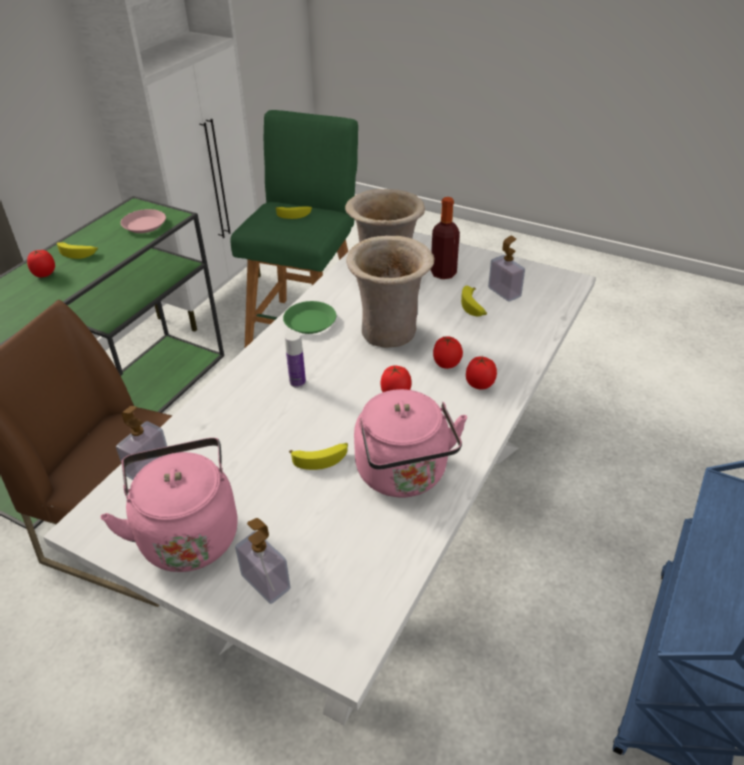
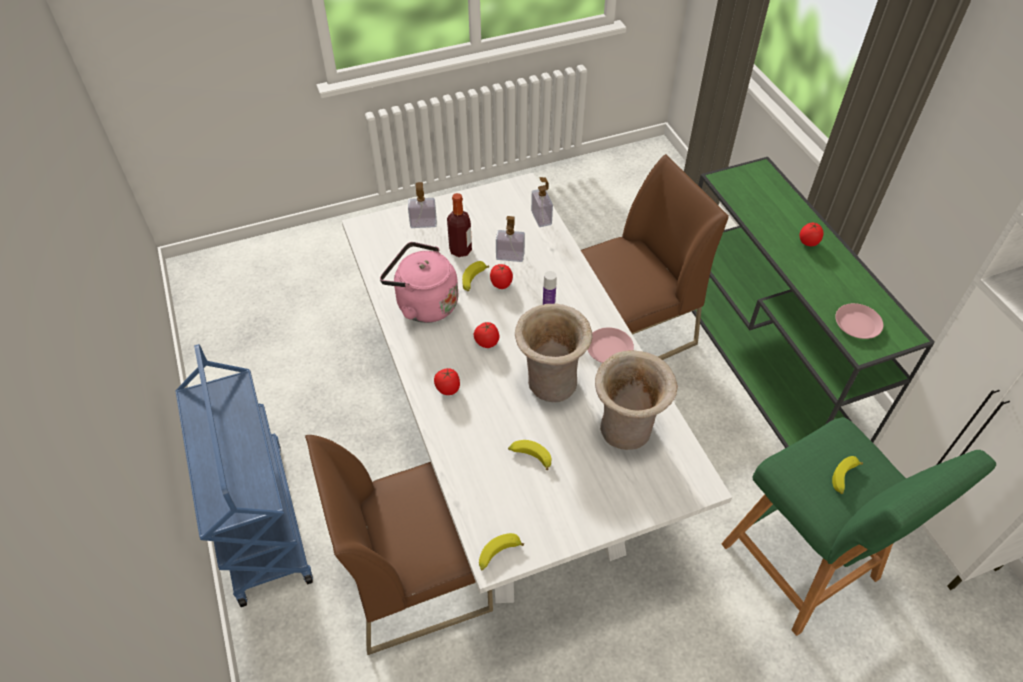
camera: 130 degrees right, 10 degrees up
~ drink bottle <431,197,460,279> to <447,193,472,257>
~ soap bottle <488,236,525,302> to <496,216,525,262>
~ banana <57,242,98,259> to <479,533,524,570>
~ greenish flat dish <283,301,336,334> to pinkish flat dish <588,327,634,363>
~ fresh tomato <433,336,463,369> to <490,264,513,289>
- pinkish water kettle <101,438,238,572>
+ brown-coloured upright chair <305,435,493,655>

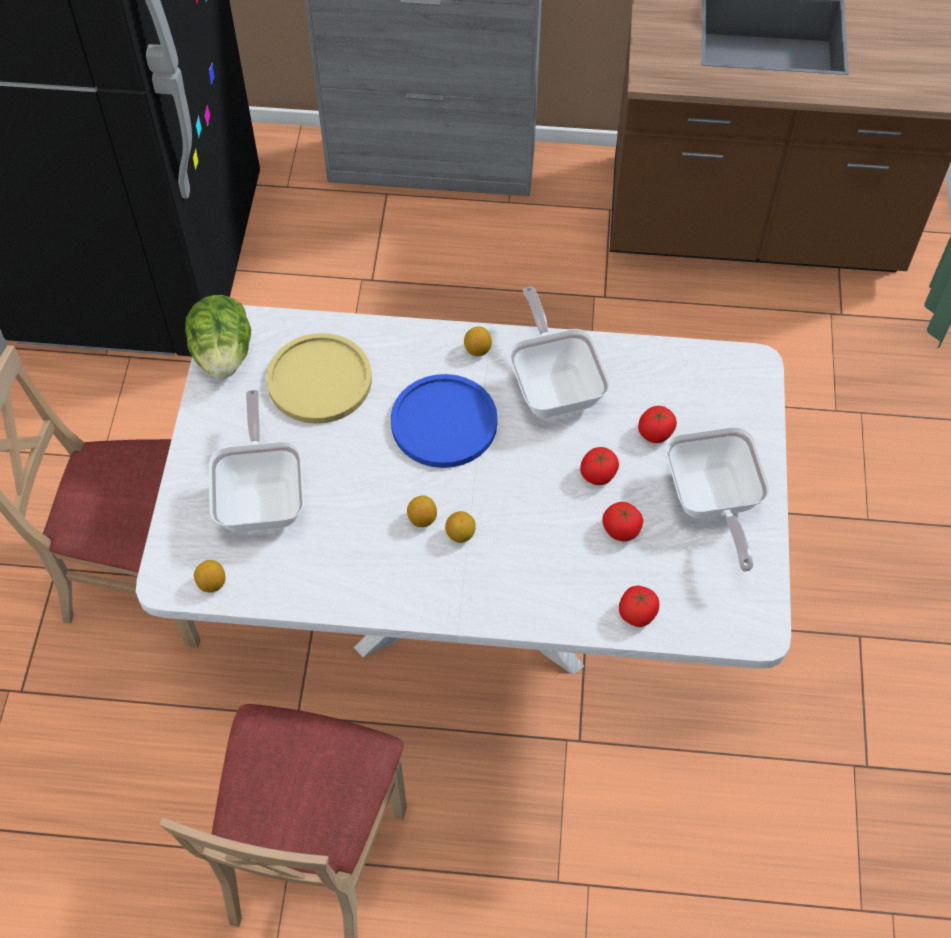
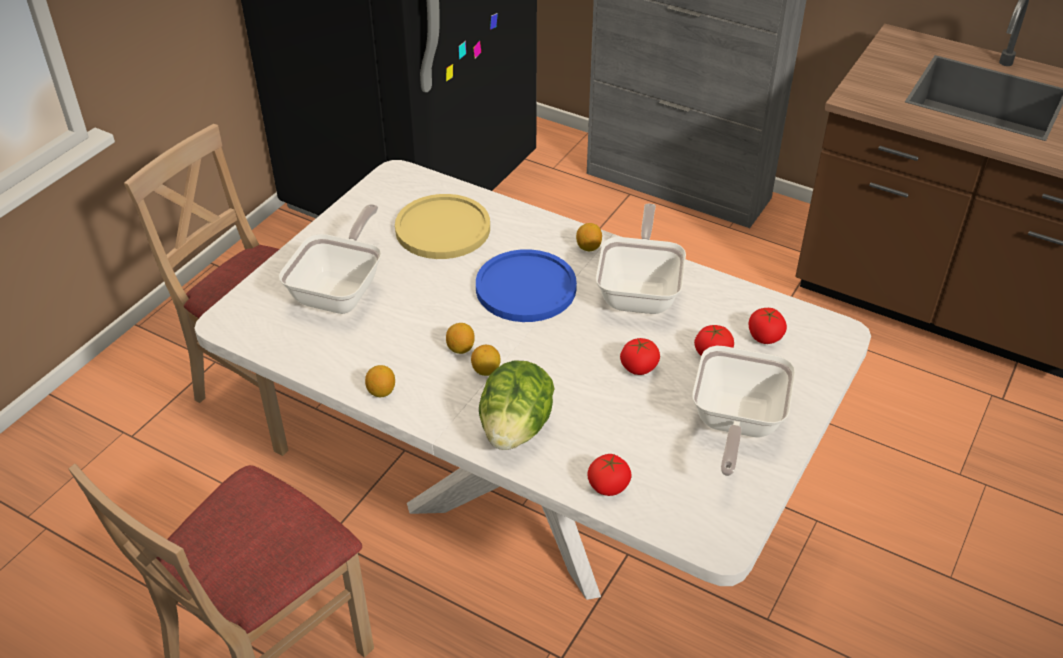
camera: 25 degrees right, 15 degrees down
~ head of lettuce <185,295,251,379> to <479,361,554,450>
~ fresh tomato <602,502,643,542> to <749,308,787,344>
~ citrus fruit <194,560,226,593> to <365,365,395,397>

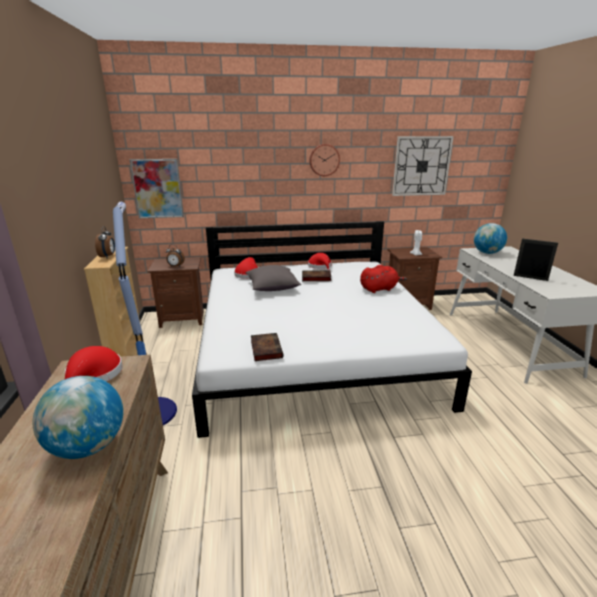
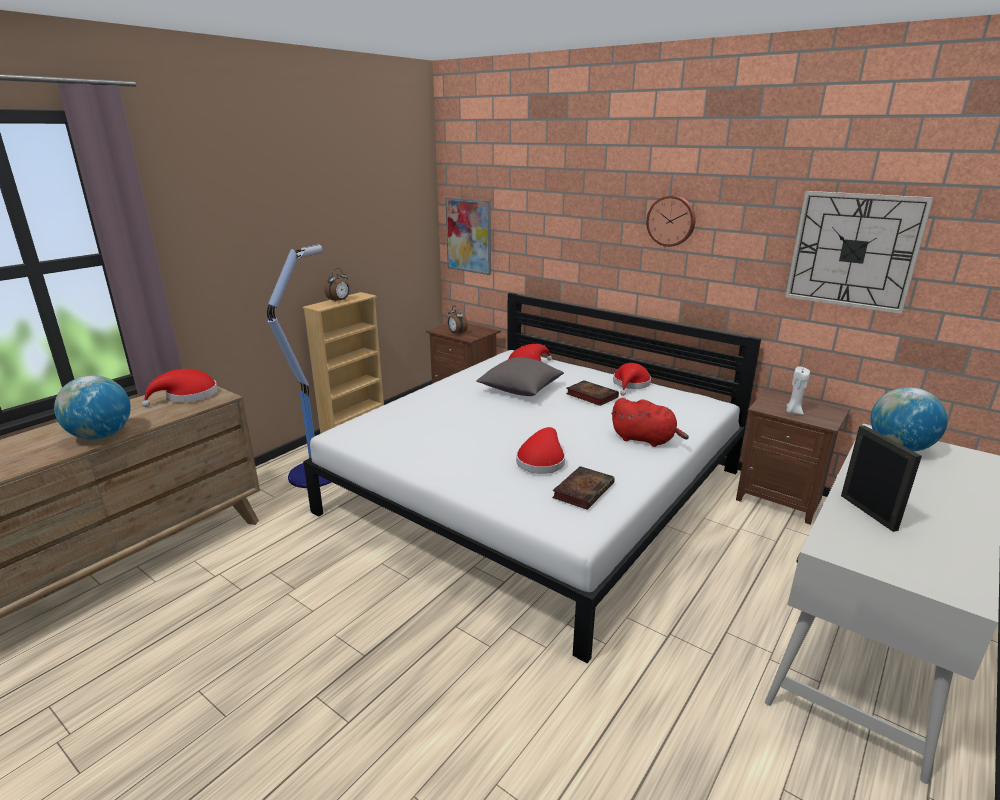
camera: 45 degrees right, 0 degrees up
~ book <251,333,284,361> to <552,466,615,510>
+ red wearable hat <516,427,565,474>

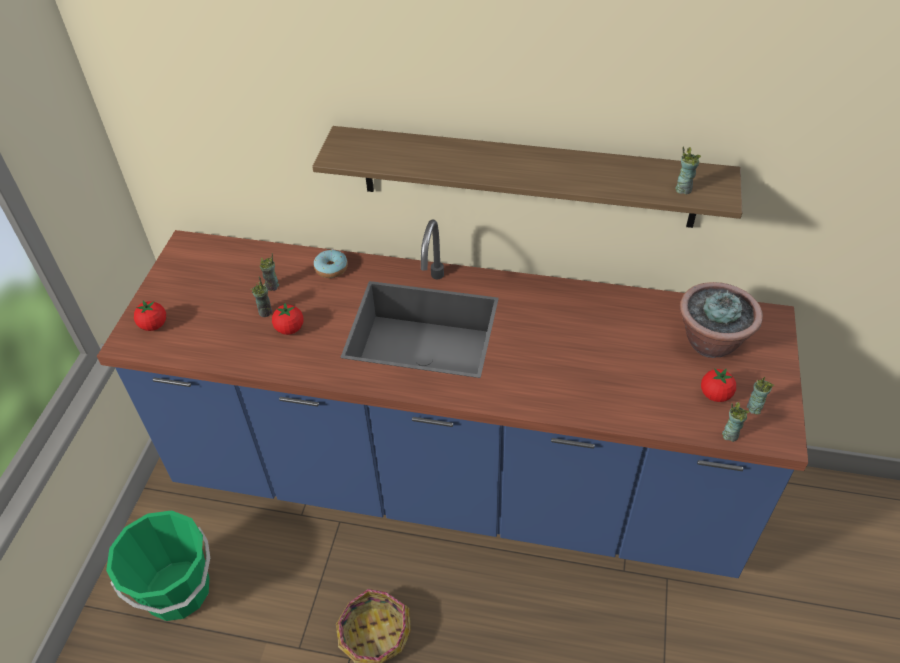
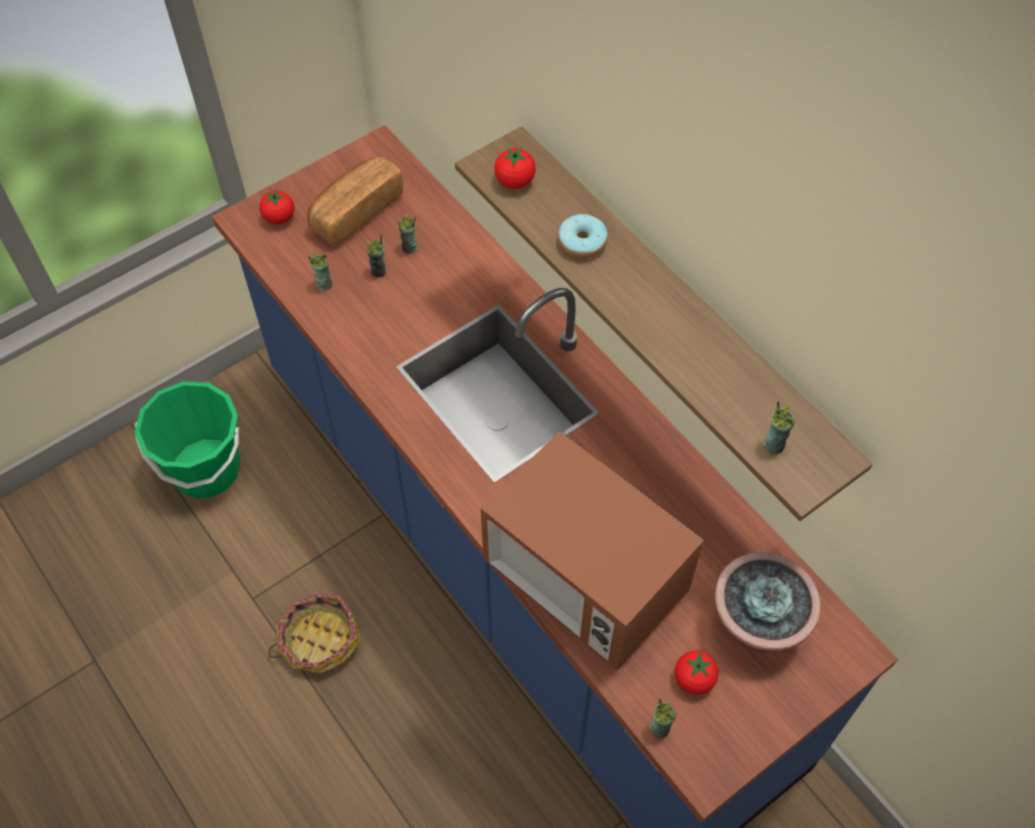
camera: 40 degrees right, 10 degrees up
~ ring doughnut <314,249,348,278> to <558,214,608,258>
~ fresh tomato <272,303,303,335> to <494,147,536,189>
~ drinking cup <747,377,775,414> to <308,251,332,291>
+ baked bread <307,157,403,246>
+ kitchen microwave <481,431,704,671>

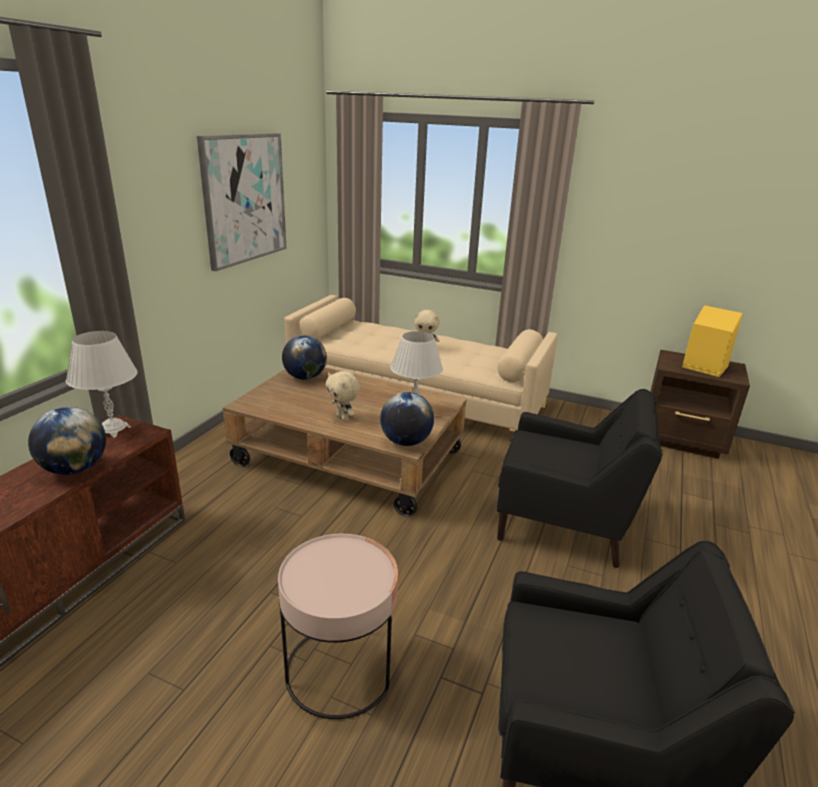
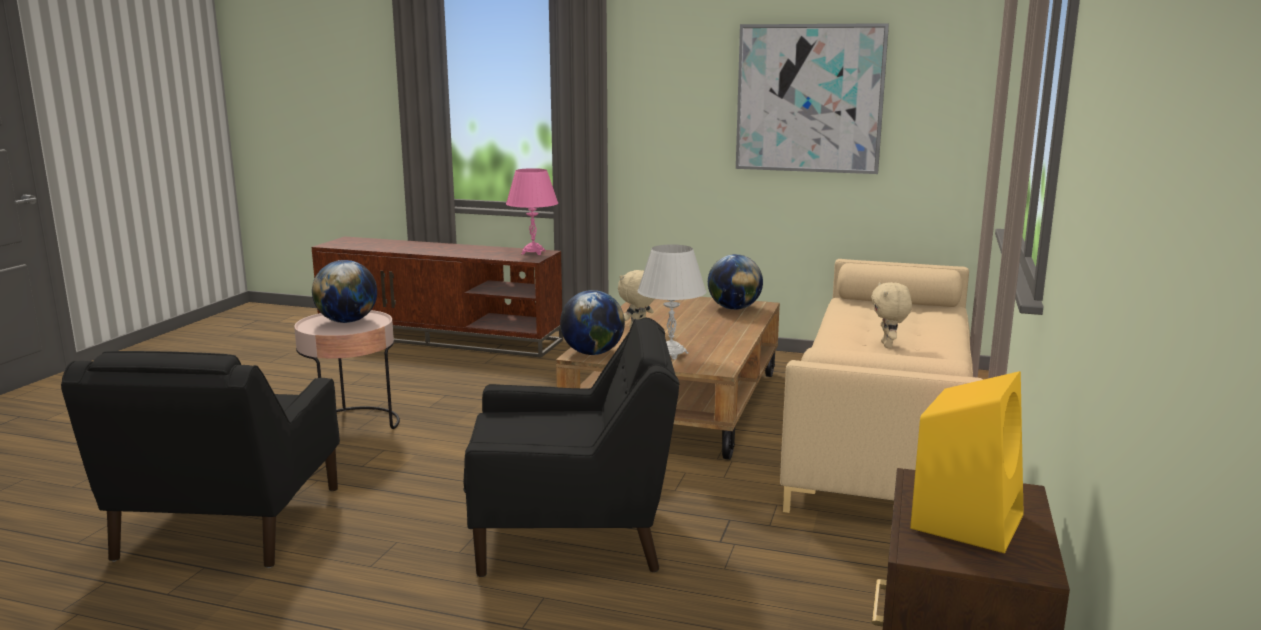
camera: 85 degrees right, 10 degrees down
~ white lamp for a table <66,331,138,438> to pinkish lamp for a table <506,168,558,255>
~ black-coloured easy chair <497,389,663,568> = <463,318,679,577> 105 degrees counterclockwise
~ world globe <28,407,106,475> to <312,260,377,323>

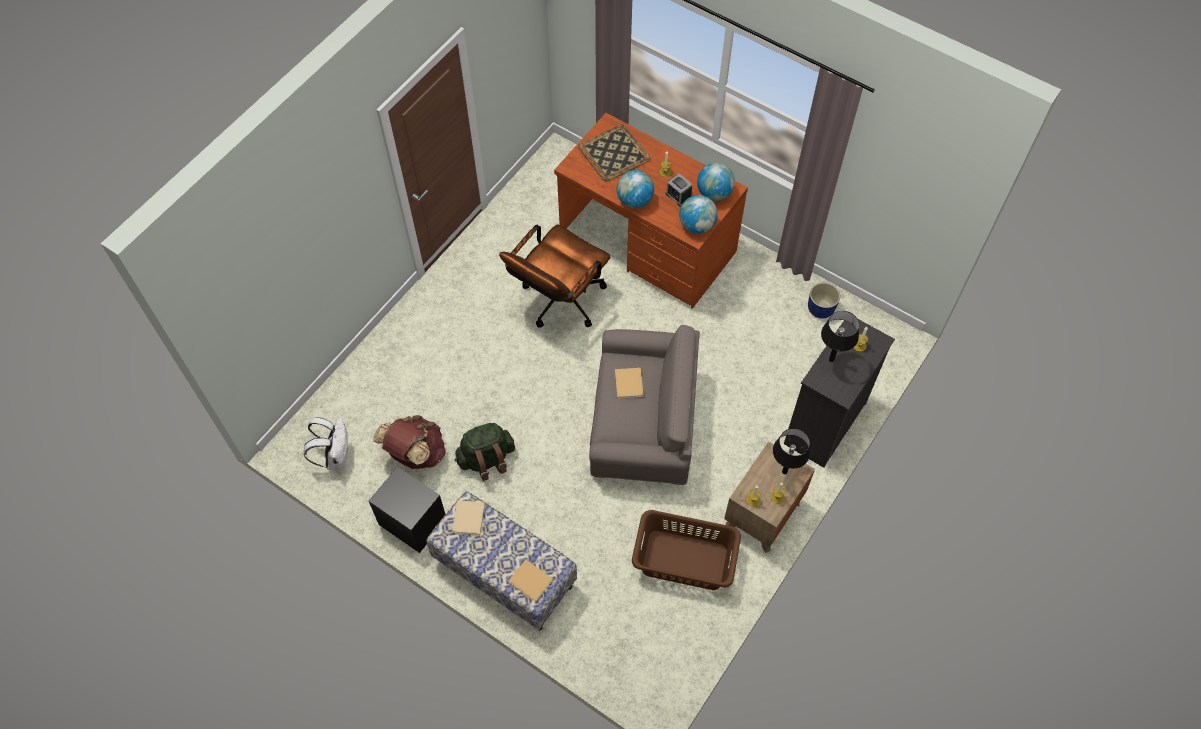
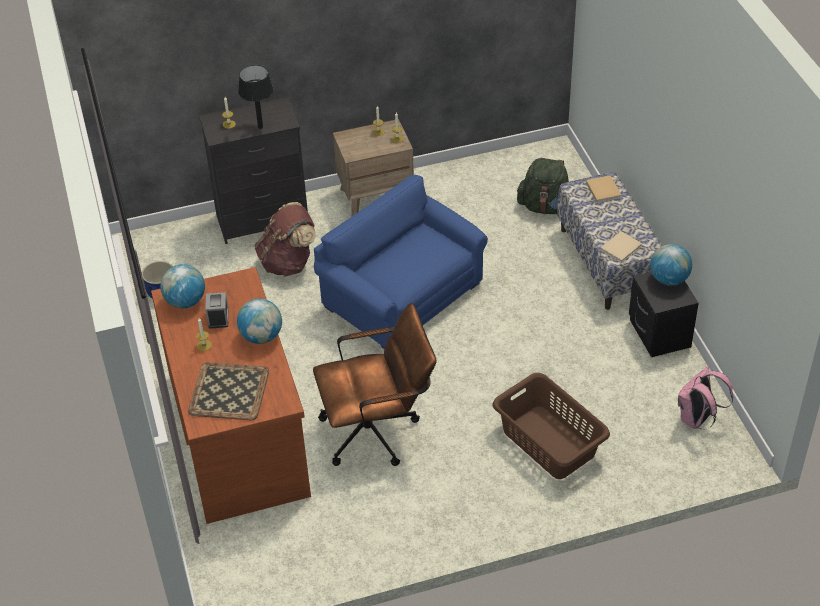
camera: 140 degrees left, 15 degrees down
~ world globe <679,195,718,234> to <650,244,692,286>
~ gray easy chair <589,325,700,485> to bluish easy chair <314,175,488,349>
- beige-coloured book <615,368,643,399>
~ brown-coloured knapsack <373,415,446,469> to <255,202,316,276>
~ white knapsack <304,417,348,470> to pinkish knapsack <678,366,733,429>
~ greenish knapsack <454,423,515,481> to <517,158,569,214>
- black-coloured lamp for a table <773,428,810,474>
~ brown-coloured laundry basket <632,510,741,590> to <492,373,610,479>

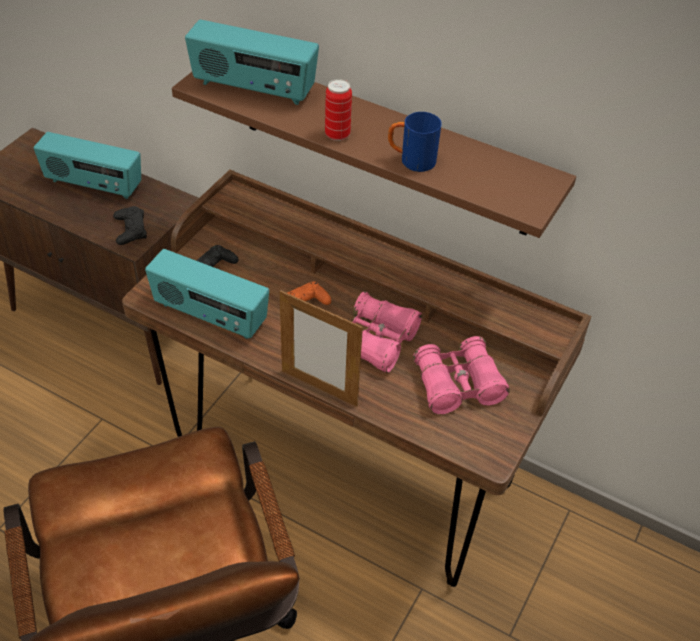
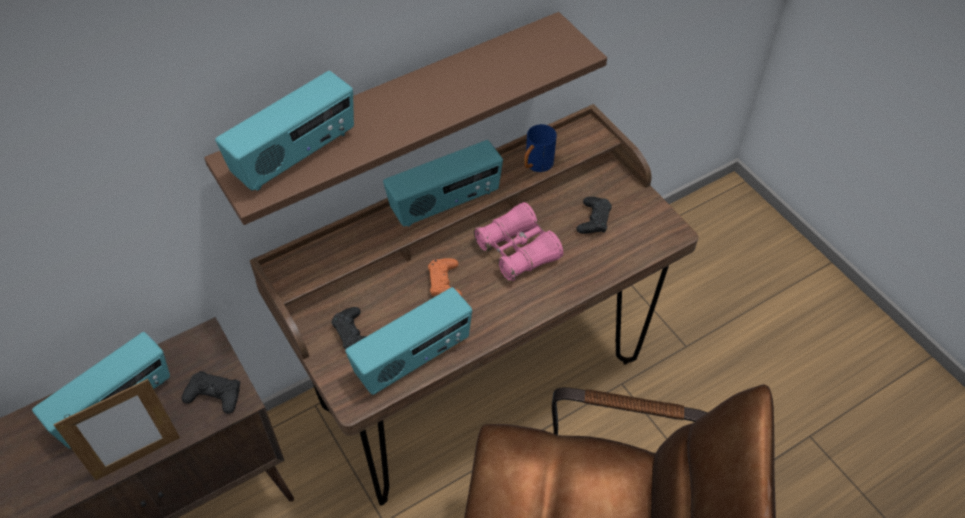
camera: 60 degrees left, 5 degrees up
- sealed can <325,79,352,141>
~ bluish coffee mug <388,112,442,172> to <524,124,557,172>
~ photo frame <280,290,363,407> to <53,379,180,480>
~ pinkish pair of binoculars <413,336,510,414> to black-coloured gamepad <576,197,612,234>
+ radio receiver <383,140,503,227>

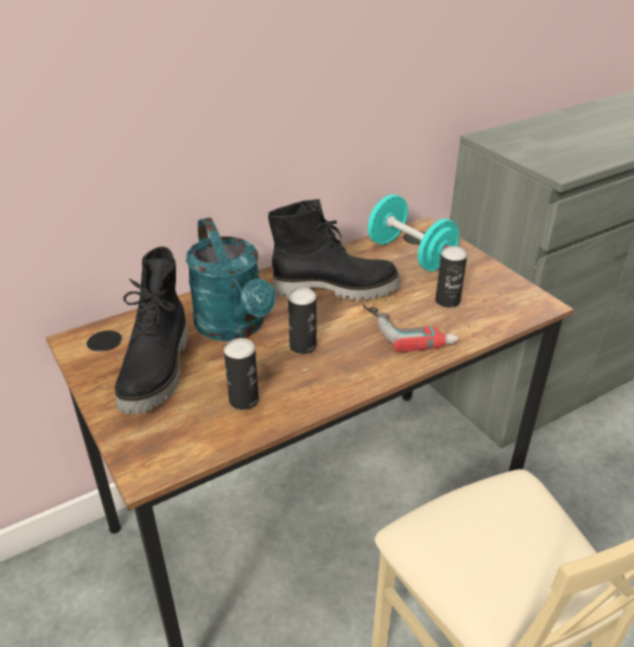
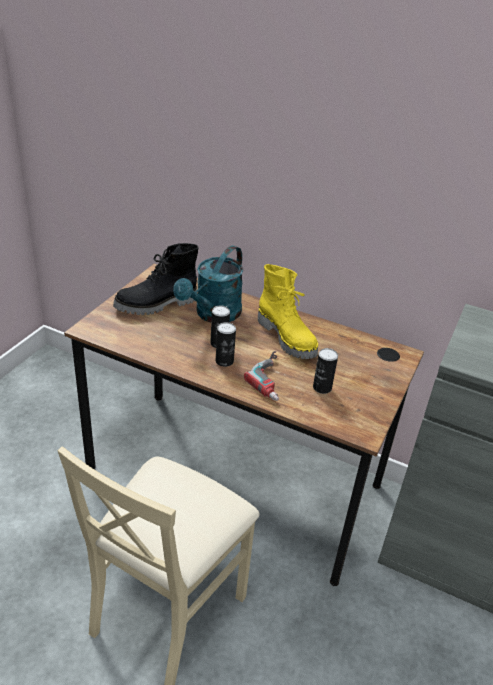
camera: 55 degrees right, 0 degrees up
- turquoise dumbbell <368,194,459,271>
~ black-coloured high-top boot <268,199,401,301> to yellow-coloured high-top boot <258,264,318,359>
~ sealed can <224,338,259,410> to <216,322,236,367>

